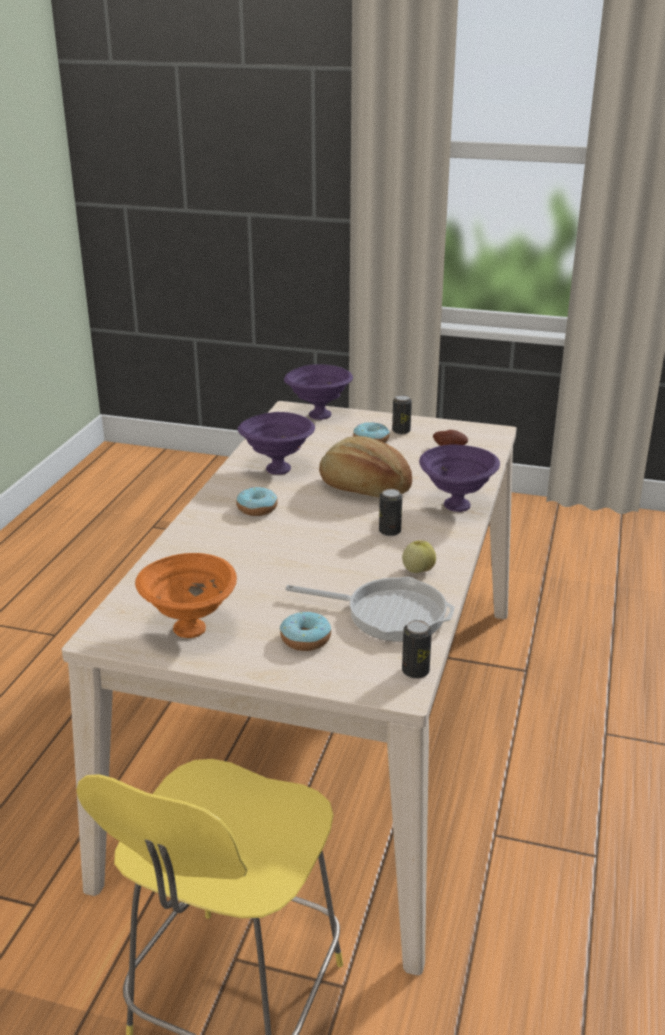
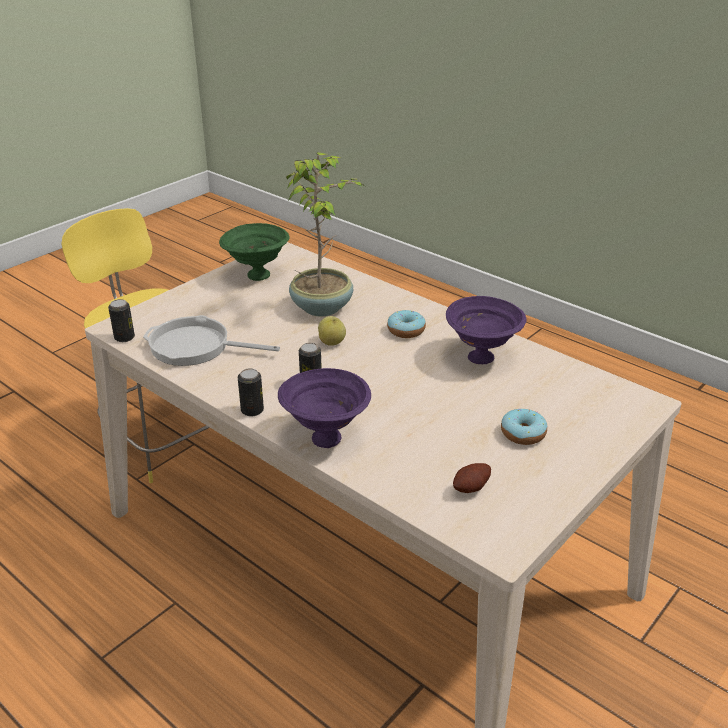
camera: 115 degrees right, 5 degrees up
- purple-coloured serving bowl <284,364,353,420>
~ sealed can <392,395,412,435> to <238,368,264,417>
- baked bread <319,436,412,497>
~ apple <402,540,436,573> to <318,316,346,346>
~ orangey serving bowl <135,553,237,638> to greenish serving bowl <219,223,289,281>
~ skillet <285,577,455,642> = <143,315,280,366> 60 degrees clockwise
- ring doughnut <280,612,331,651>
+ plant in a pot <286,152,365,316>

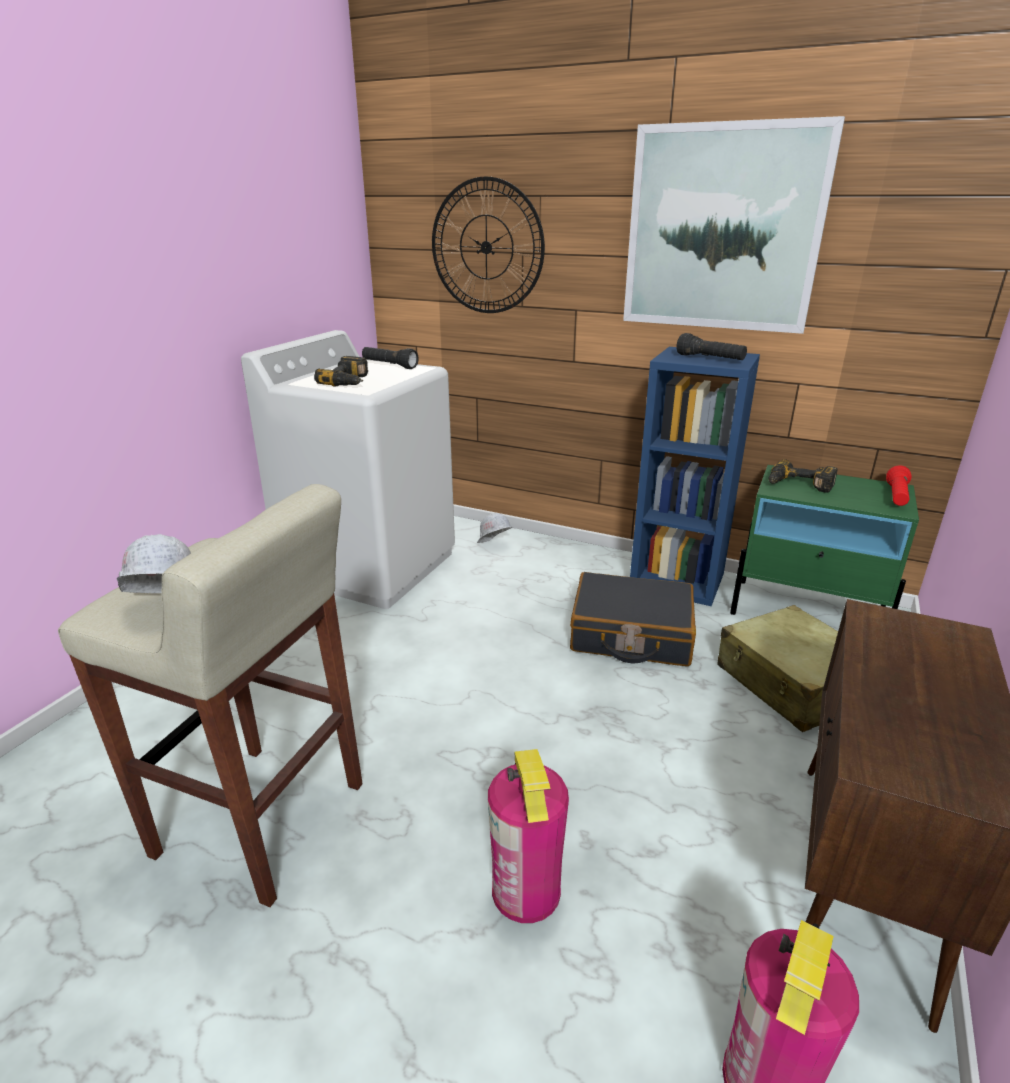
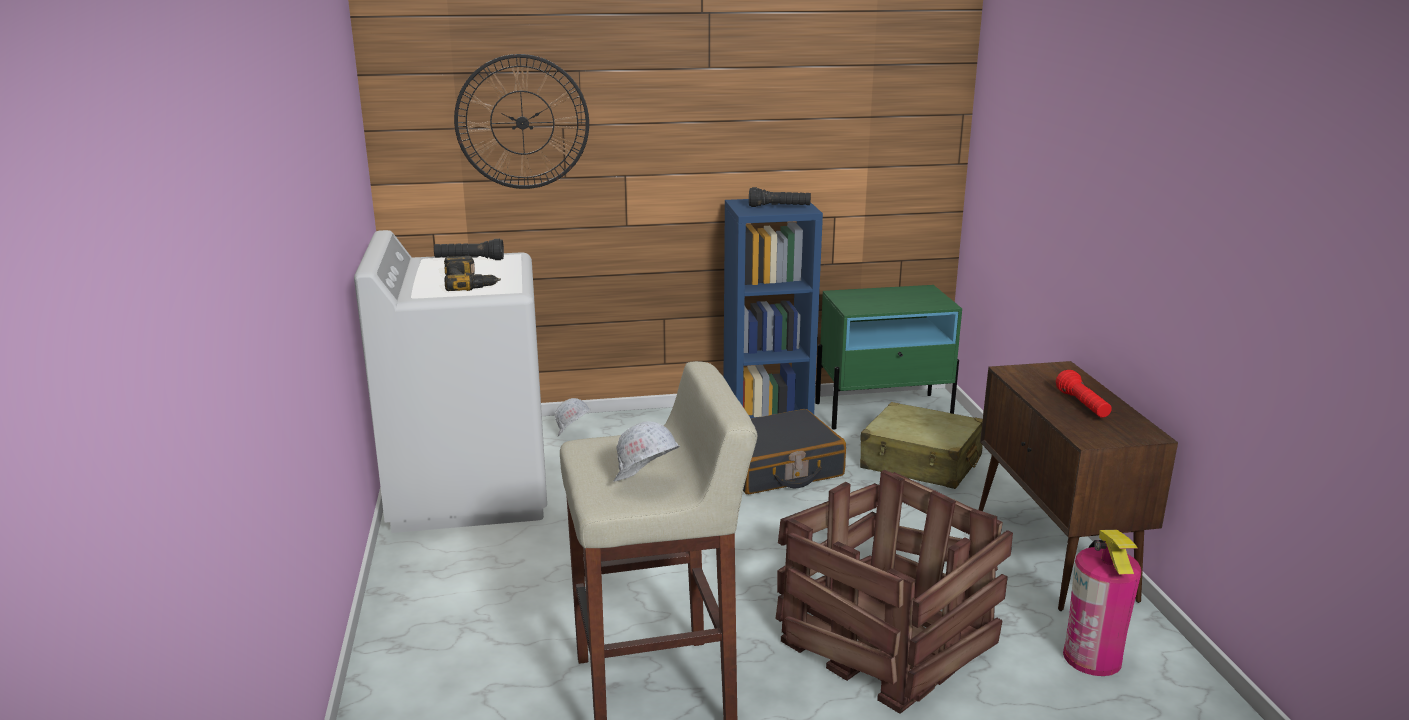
camera: 35 degrees left, 5 degrees down
- wall art <623,116,845,334>
- drill <769,460,838,493>
~ red hand torch <886,466,912,506> to <1056,370,1112,418>
~ fire extinguisher <488,749,569,923> to shipping crate <775,470,1013,714>

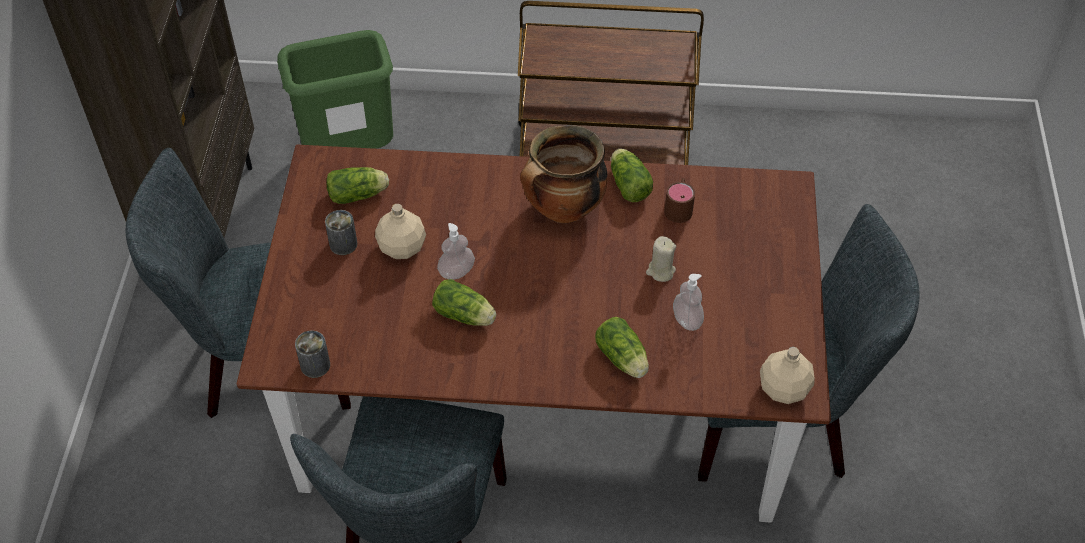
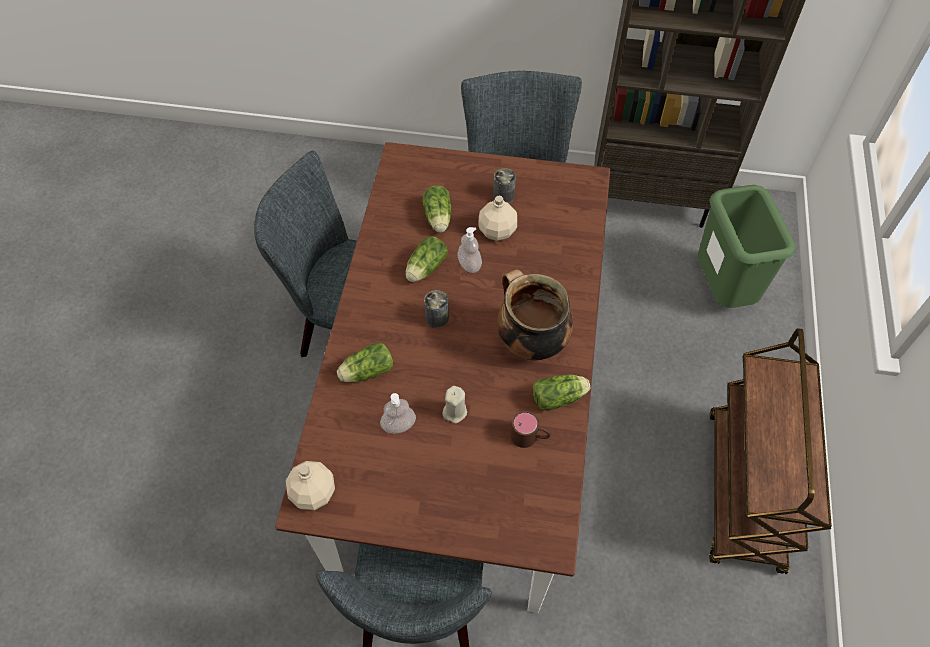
camera: 95 degrees right, 5 degrees up
~ head of lettuce <326,167,389,204> to <422,185,451,233>
~ sealed can <295,330,330,378> to <424,290,449,328>

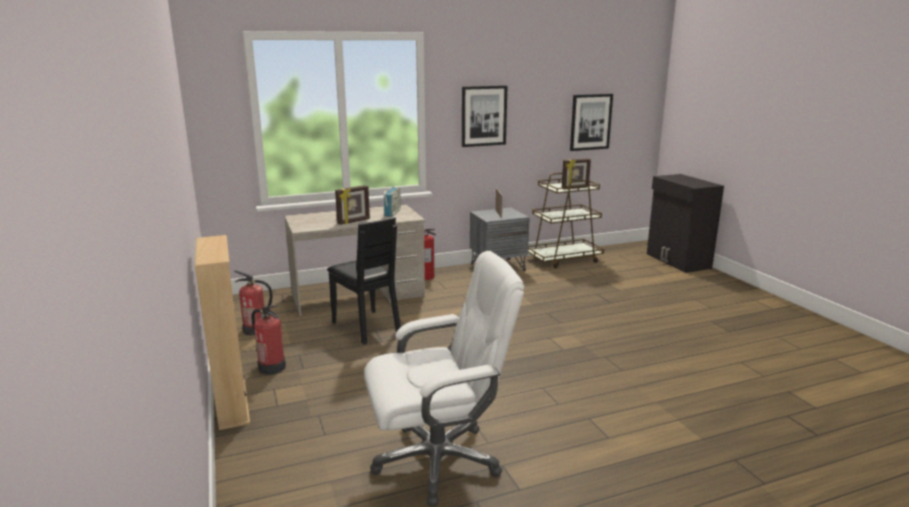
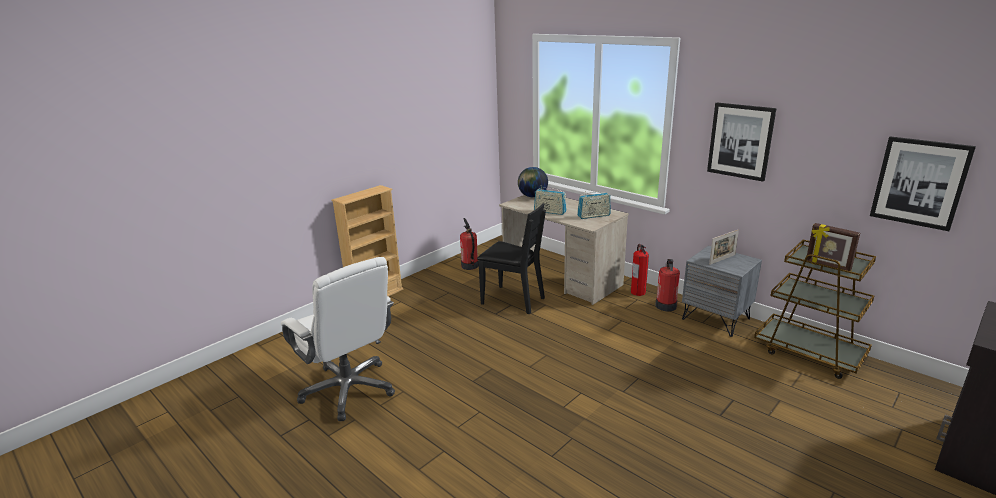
camera: 65 degrees right, 5 degrees up
~ photo frame <335,185,370,225> to radio receiver <534,185,566,215>
~ black-coloured upright chair <327,217,401,344> = <477,203,546,314> 90 degrees counterclockwise
~ fire extinguisher <251,305,286,375> to <655,259,680,311>
+ world globe <518,167,548,197>

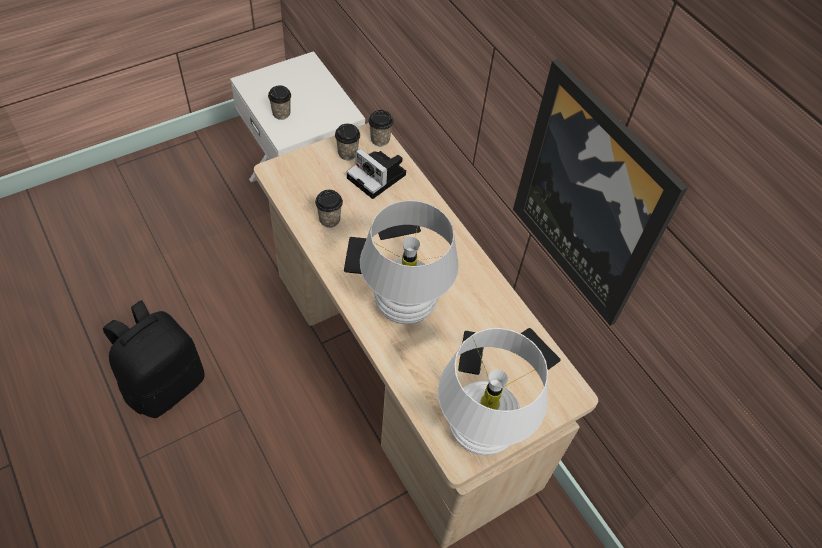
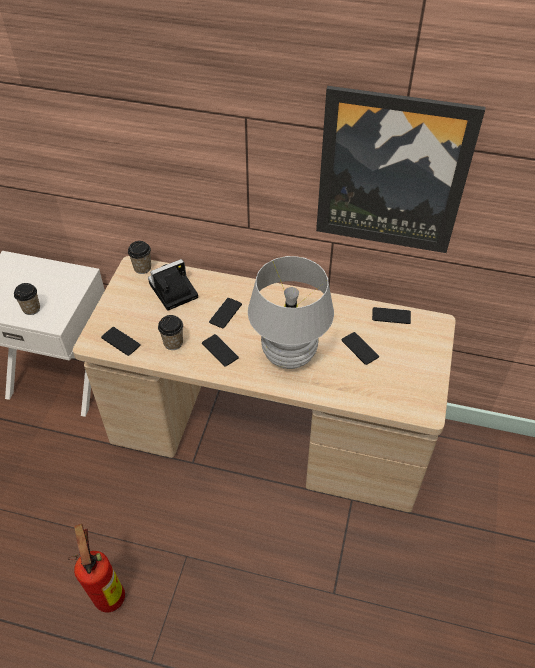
camera: 40 degrees left, 5 degrees down
- drinking cup <335,124,360,160>
~ photo camera <347,148,406,199> = <148,259,198,311> 150 degrees clockwise
~ black-coloured knapsack <103,300,204,418> to fire extinguisher <68,524,125,613>
- white lamp for a table <438,328,548,455>
+ telephone <101,327,141,356>

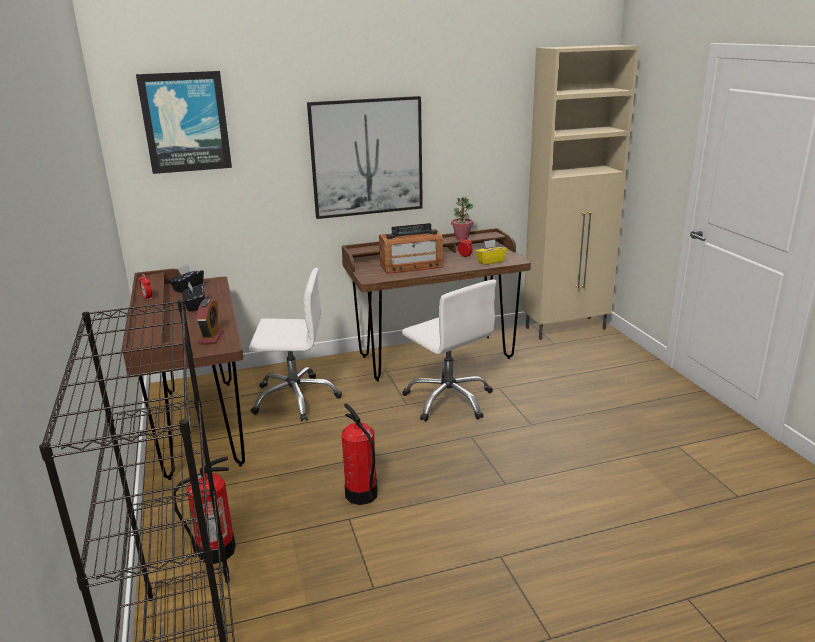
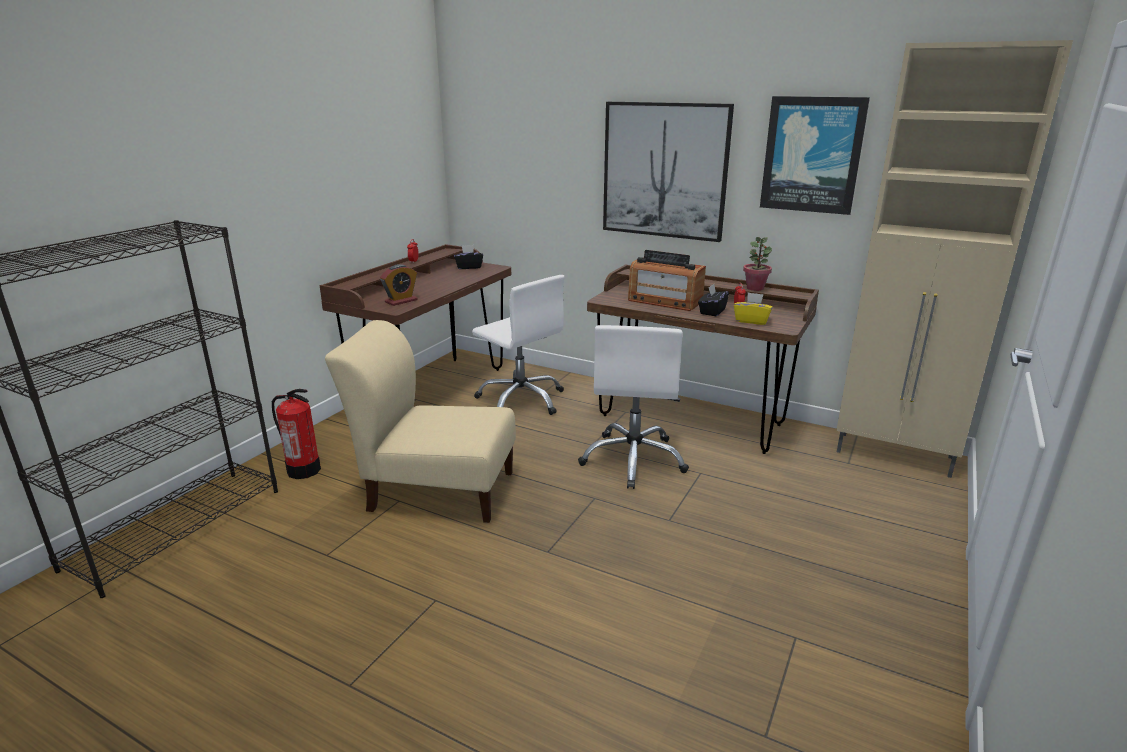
camera: 45 degrees right, 0 degrees up
~ wall art <136,71,232,174> to <760,96,870,215>
~ black-coloured tissue box <182,282,205,311> to <698,284,729,316>
~ fire extinguisher <342,404,378,505> to beige-coloured upright chair <325,320,516,523>

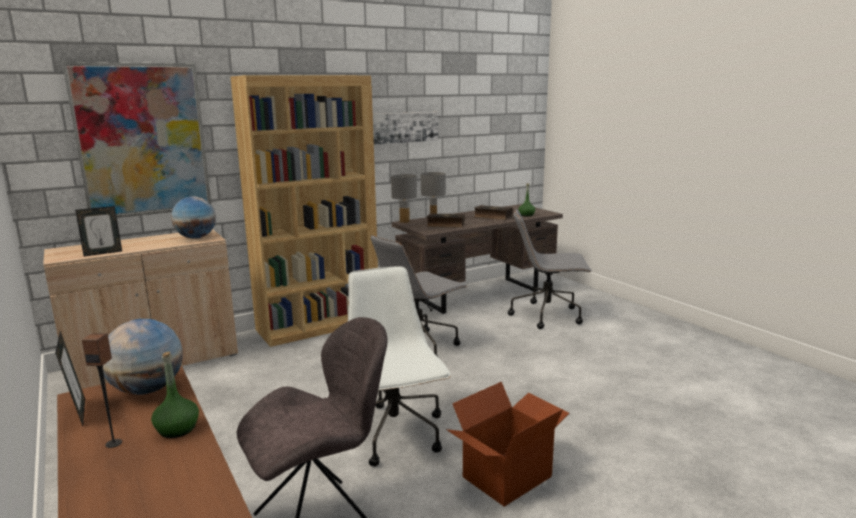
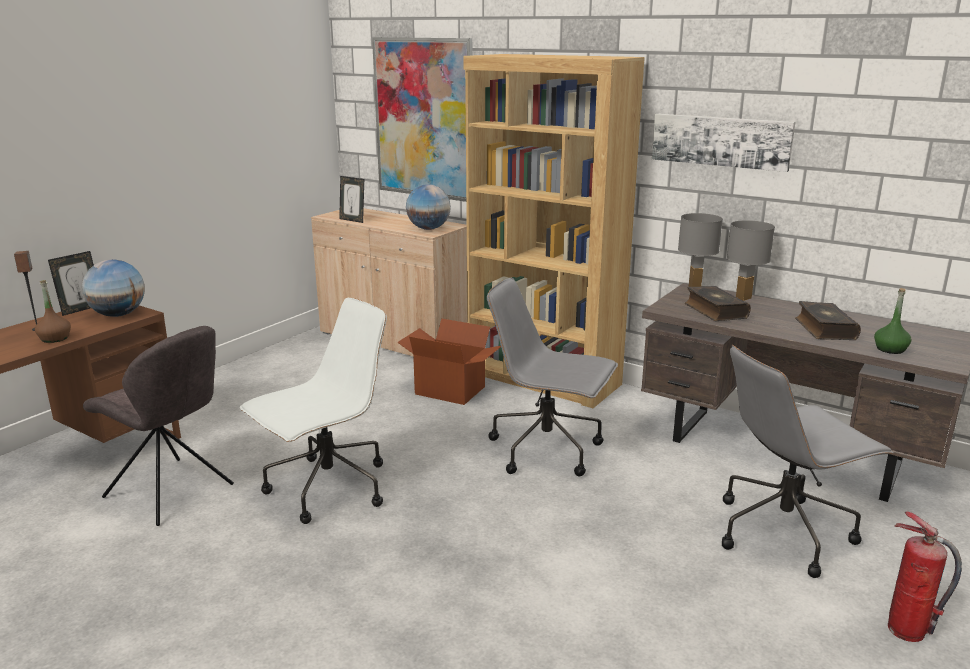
camera: 65 degrees right, 5 degrees up
~ gray office chair <508,209,592,329> = <722,345,894,578> 90 degrees counterclockwise
~ greenish drink bottle <151,352,199,438> to brown-coloured drink bottle <35,280,71,343>
~ packing box <446,382,569,507> to <397,318,501,405>
+ fire extinguisher <888,512,962,642>

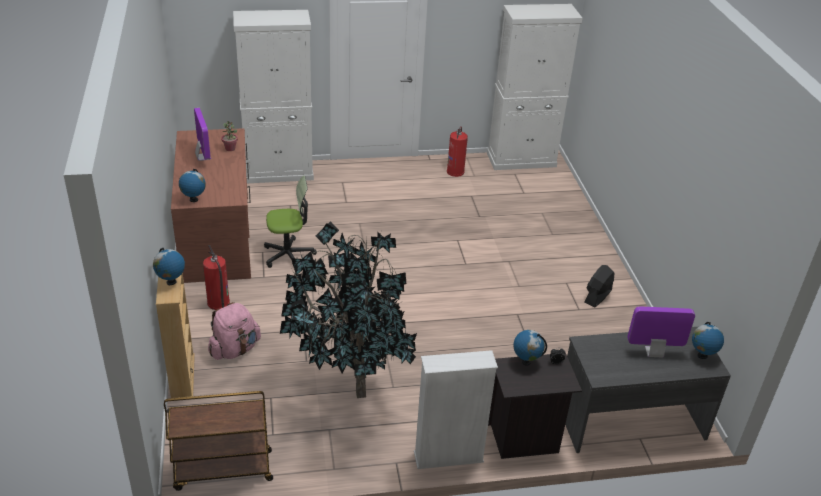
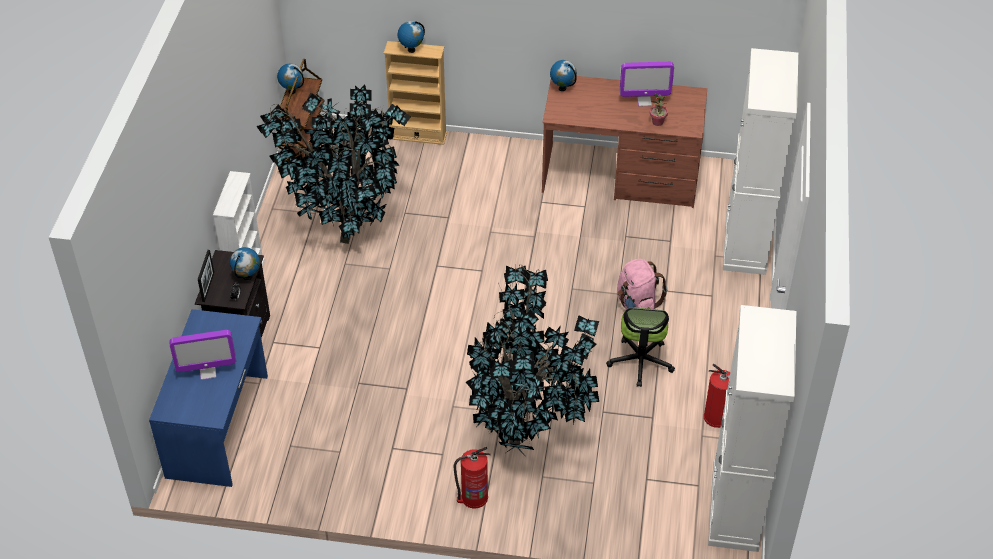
camera: 110 degrees right, 10 degrees up
~ office chair <264,176,317,268> to <606,308,675,387>
~ fire extinguisher <203,245,230,310> to <454,447,491,509>
- black-coloured electric fan <585,265,614,307>
~ pinkish knapsack <208,302,261,360> to <617,259,668,310>
~ monitor <627,306,695,357> = <169,330,236,380> 60 degrees clockwise
~ world globe <692,322,724,359> to <277,64,304,94>
~ gray desk table <565,327,731,453> to bluish desk table <149,309,268,487>
+ photo frame <198,250,214,302>
+ plant in a pot <466,264,599,454>

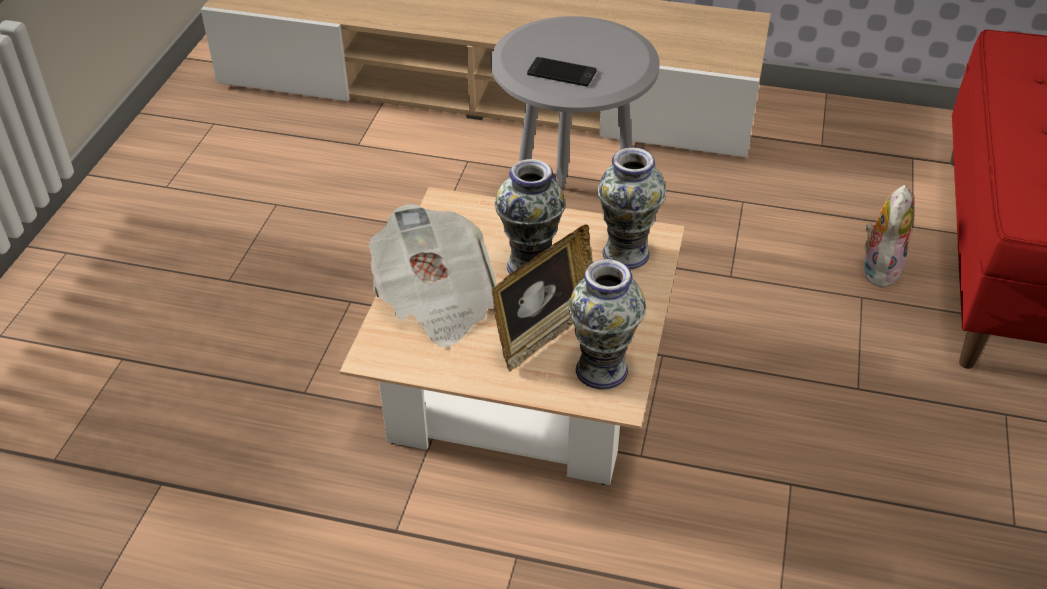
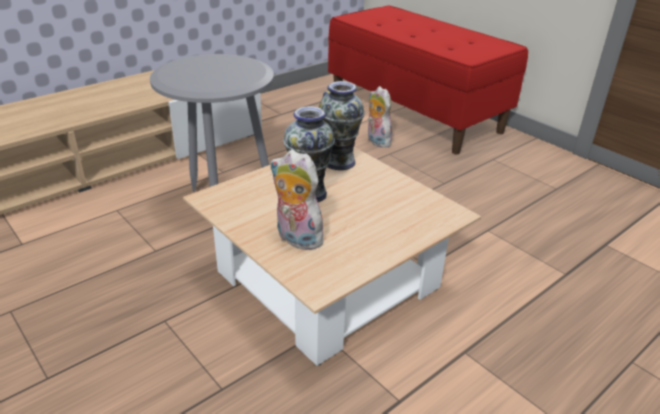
camera: 55 degrees left, 10 degrees down
- telephone <527,57,597,87>
~ daily paper <369,203,497,348> to plush toy <270,150,326,250>
- photo frame <491,224,593,372>
- vase <568,259,646,390>

